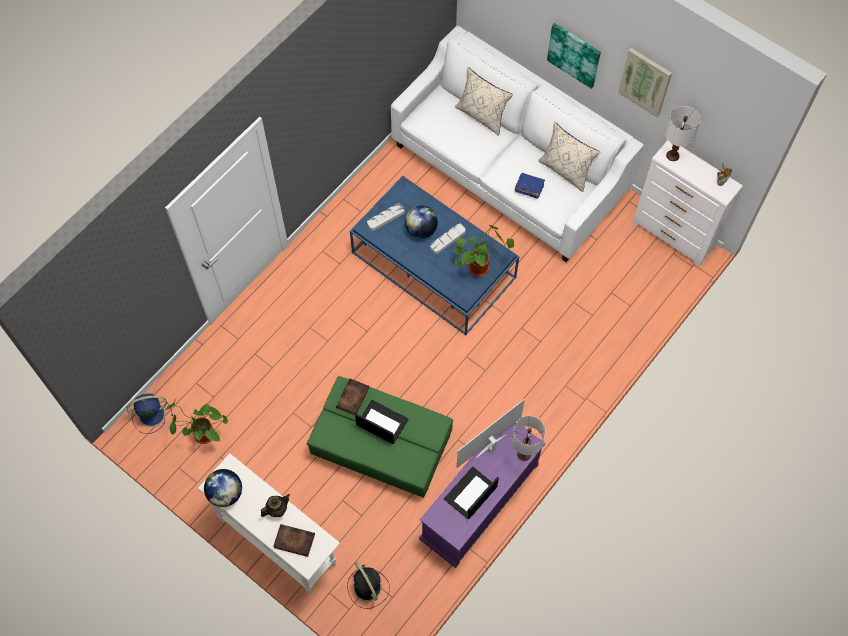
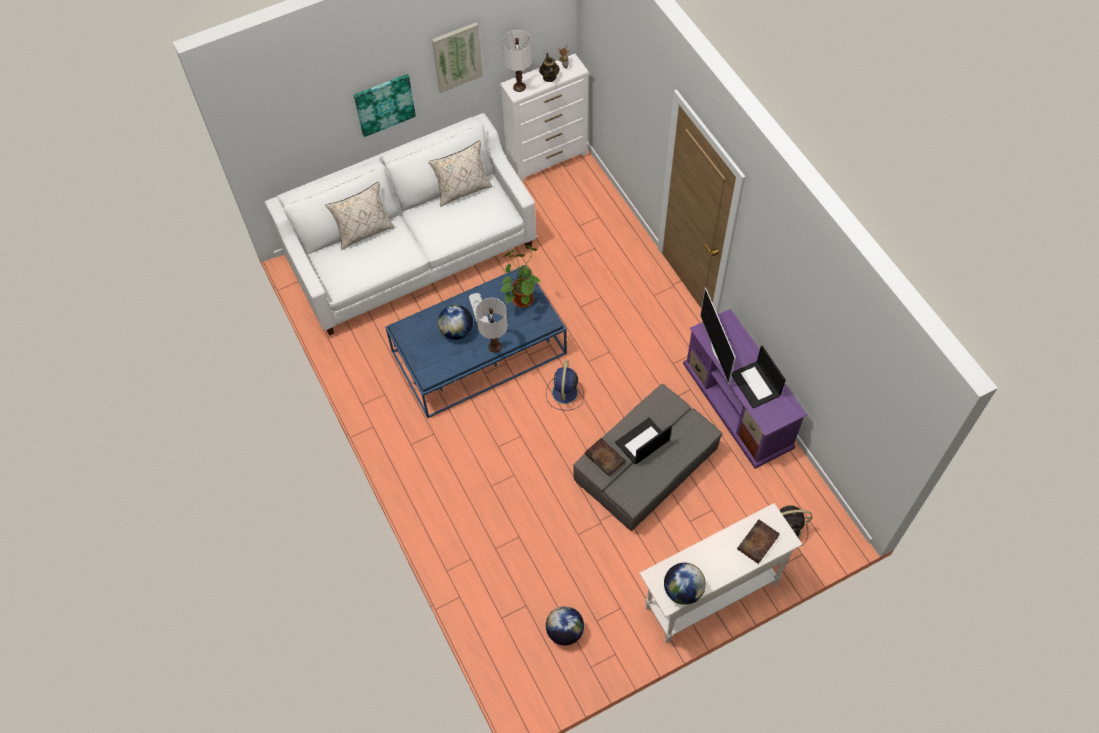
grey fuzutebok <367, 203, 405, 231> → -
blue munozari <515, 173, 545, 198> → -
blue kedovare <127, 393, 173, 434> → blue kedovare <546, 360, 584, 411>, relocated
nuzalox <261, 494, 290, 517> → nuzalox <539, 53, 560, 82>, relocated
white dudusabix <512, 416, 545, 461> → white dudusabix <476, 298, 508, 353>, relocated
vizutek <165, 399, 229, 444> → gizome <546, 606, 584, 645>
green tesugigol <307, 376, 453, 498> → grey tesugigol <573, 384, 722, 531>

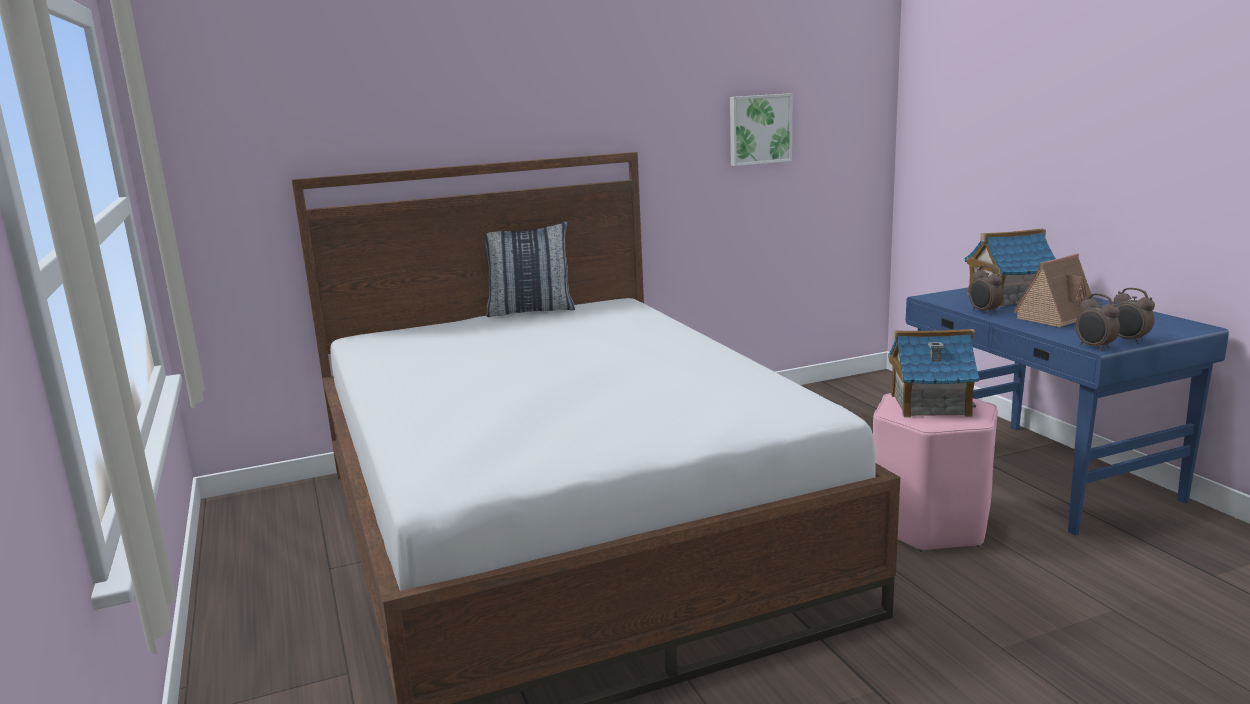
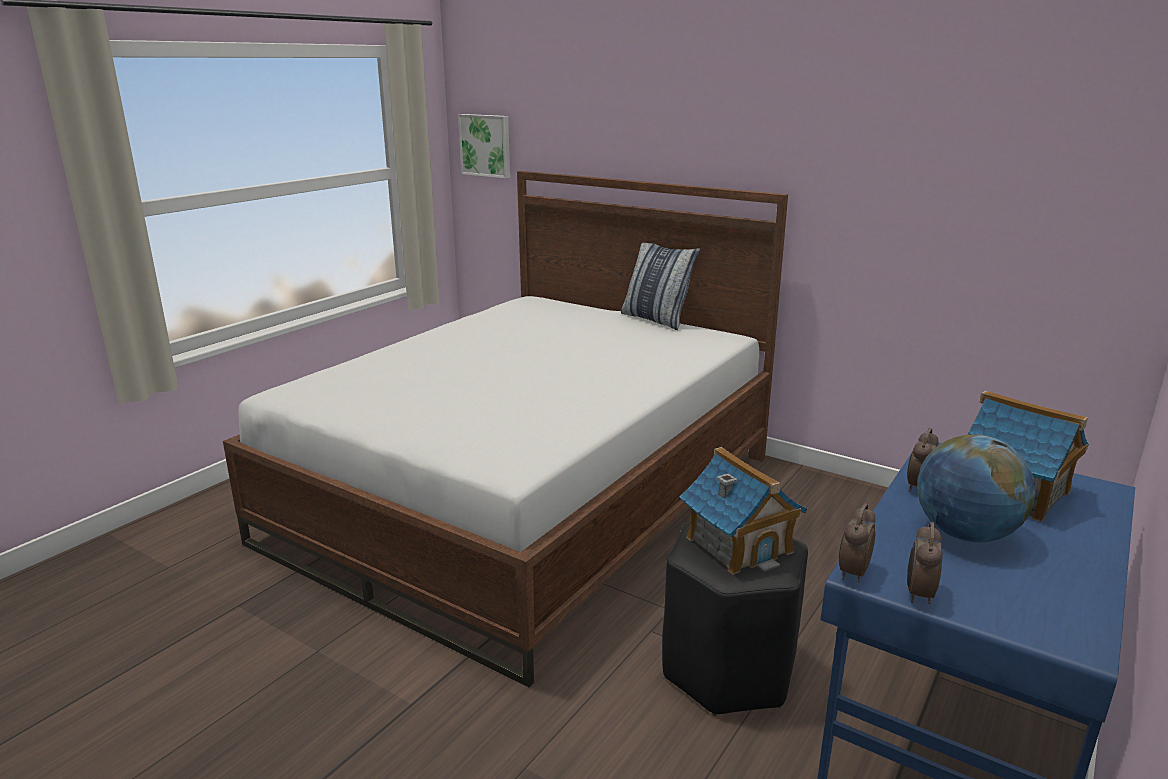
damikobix <730, 94, 792, 166> → damikobix <458, 114, 510, 178>, relocated
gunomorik <1013, 254, 1093, 328> → gizome <917, 435, 1035, 542>
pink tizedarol <873, 393, 998, 552> → black tizedarol <662, 522, 808, 716>

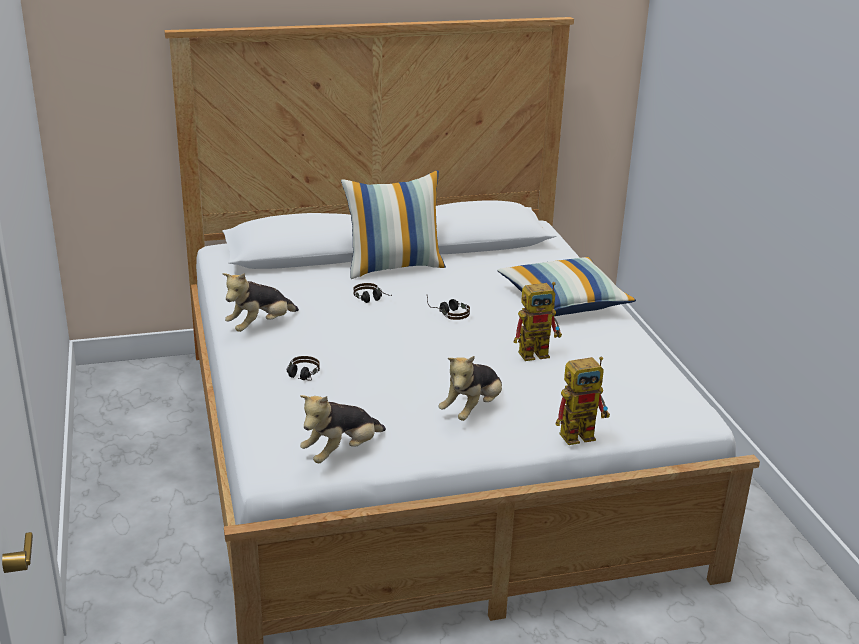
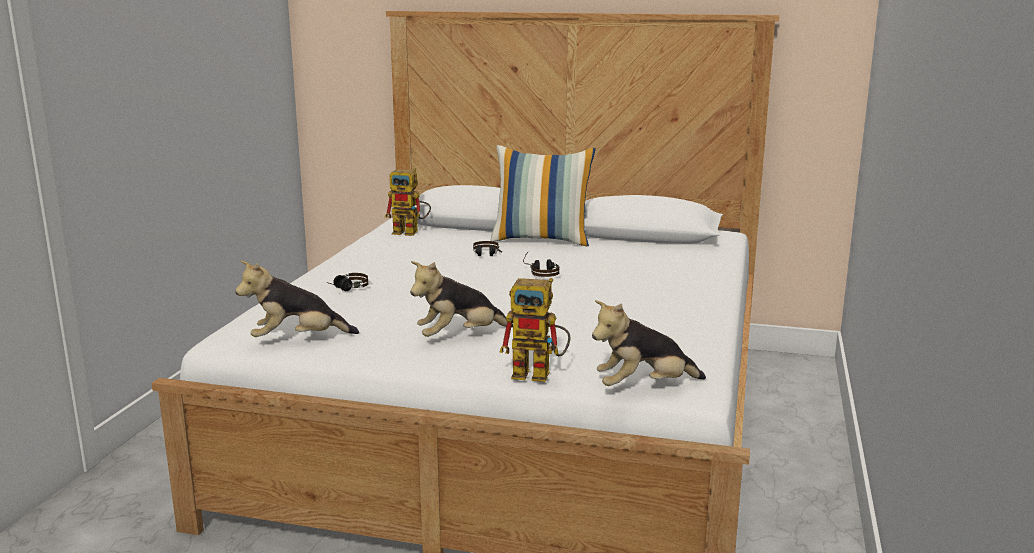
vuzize <497, 257, 636, 316> → -
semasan <222, 273, 299, 332> → semasan <592, 300, 706, 386>, relocated
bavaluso <514, 282, 562, 361> → bavaluso <385, 168, 431, 236>, relocated

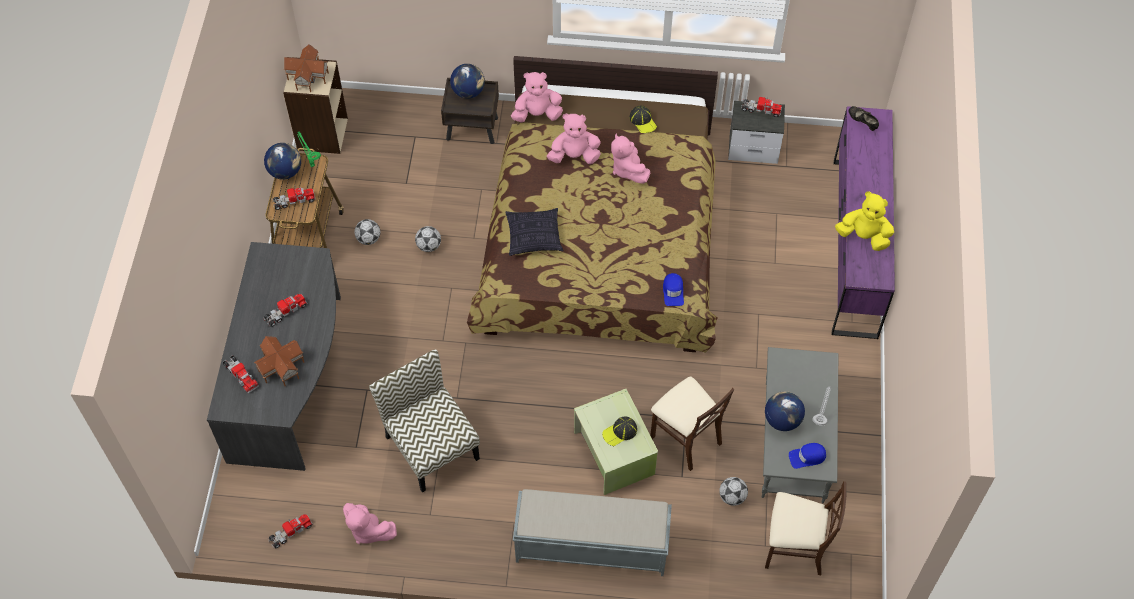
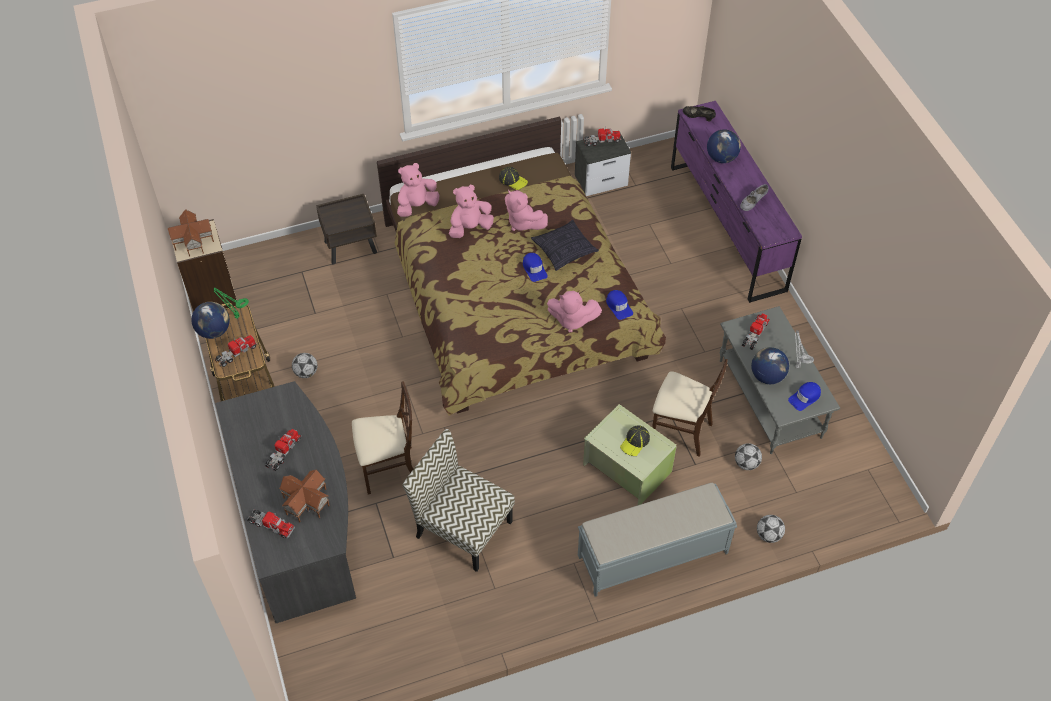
- → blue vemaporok <523, 253, 548, 282>
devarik <267, 514, 313, 550> → devarik <742, 313, 770, 350>, relocated
pink semasan <343, 503, 397, 544> → pink semasan <547, 291, 602, 332>, relocated
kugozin <415, 226, 441, 252> → kugozin <757, 515, 785, 543>, relocated
gizome <450, 64, 485, 99> → gizome <707, 129, 741, 163>, relocated
vuzize <505, 208, 563, 256> → vuzize <531, 220, 599, 271>, relocated
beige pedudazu <765, 481, 847, 575> → beige pedudazu <352, 381, 413, 494>, relocated
yellow semasan <835, 192, 894, 251> → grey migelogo <740, 184, 768, 211>

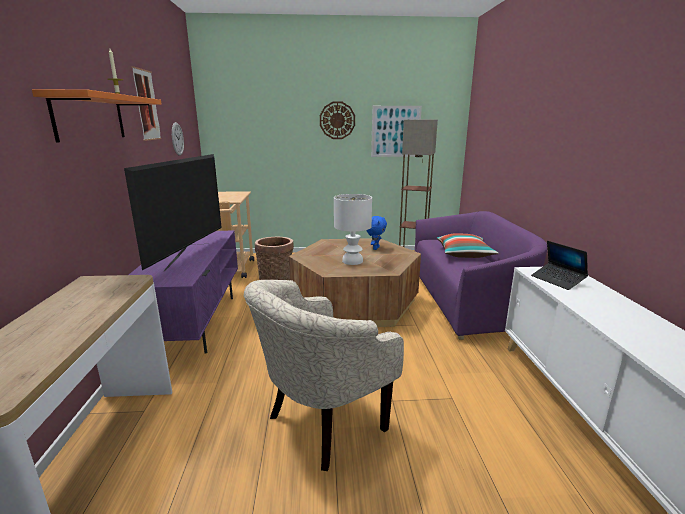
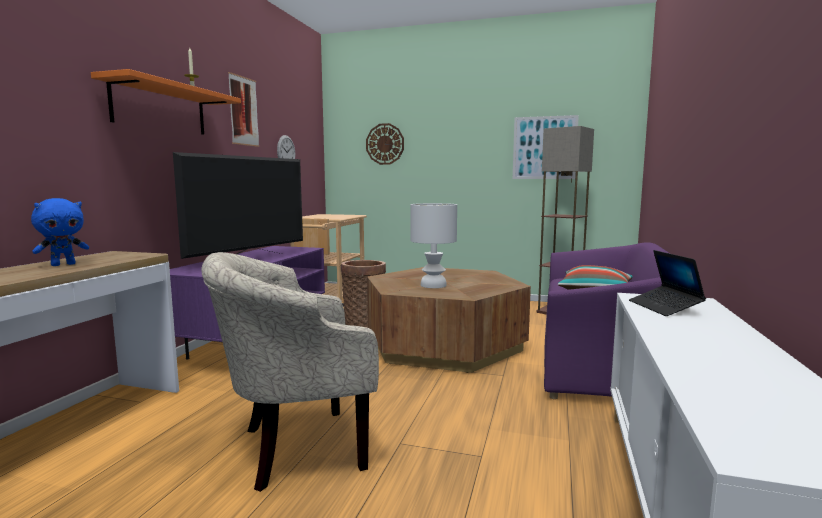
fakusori <320, 102, 355, 139> → fakusori <366, 123, 404, 165>, relocated
blue semasan <366, 216, 387, 250> → blue semasan <31, 198, 89, 266>, relocated

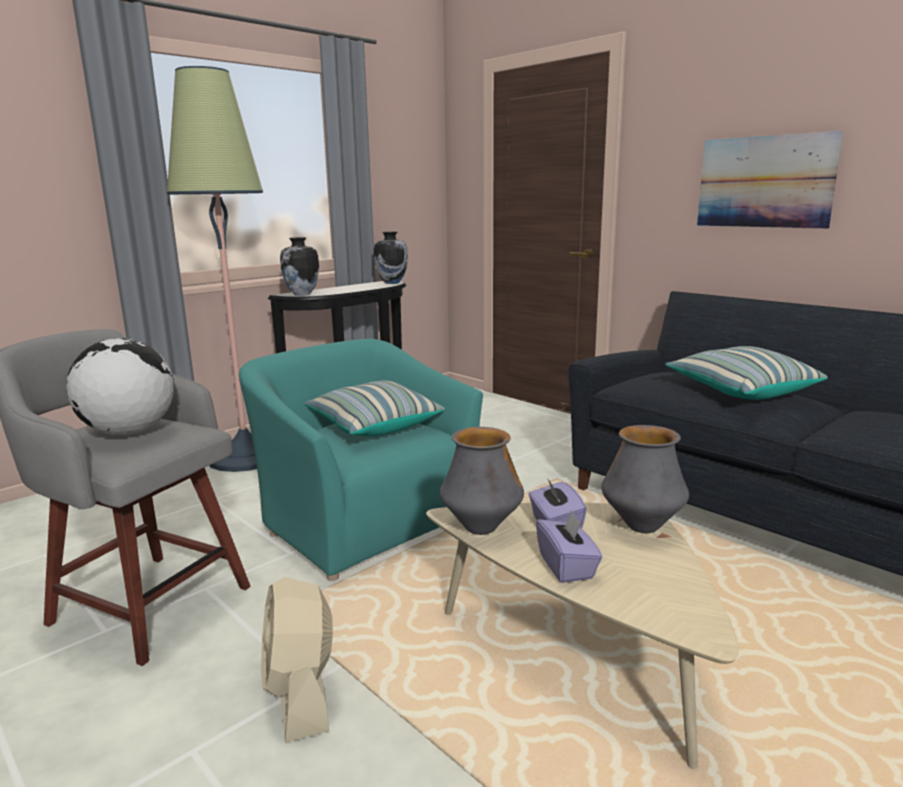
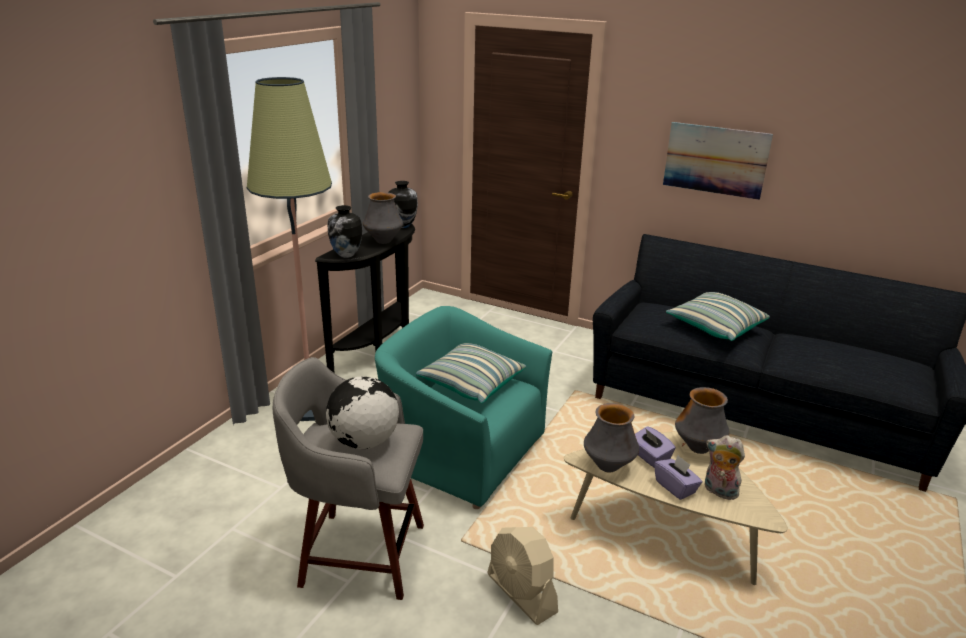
- → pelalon <363, 192, 403, 244>
- → semasan <705, 435, 745, 500>

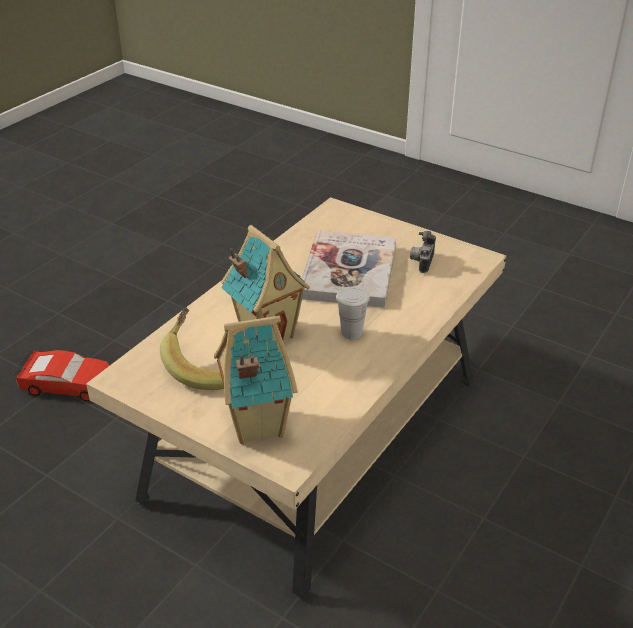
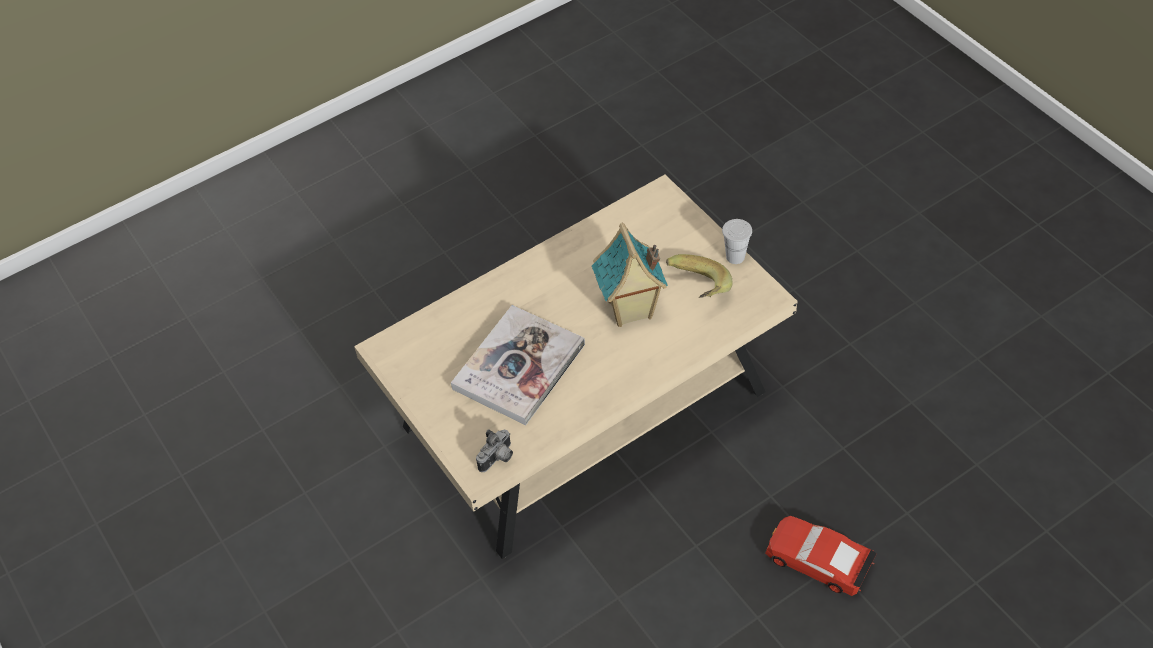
gunomorik <214, 316, 298, 444> → -
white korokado <336, 287, 370, 340> → white korokado <722, 219, 752, 264>, relocated
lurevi <410, 231, 436, 273> → lurevi <476, 429, 513, 472>, relocated

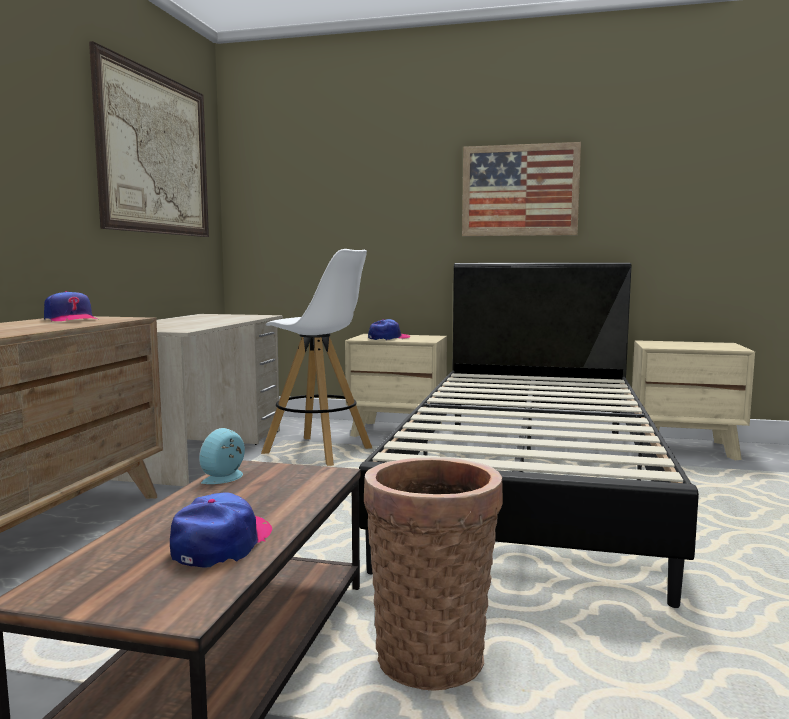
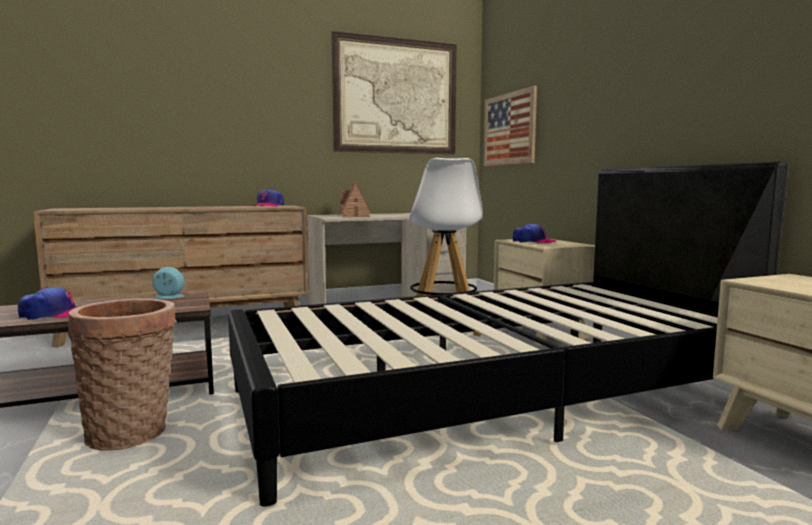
- → gunomorik <338, 181, 372, 217>
damikobix <462, 142, 581, 236> → damikobix <483, 86, 537, 166>, relocated

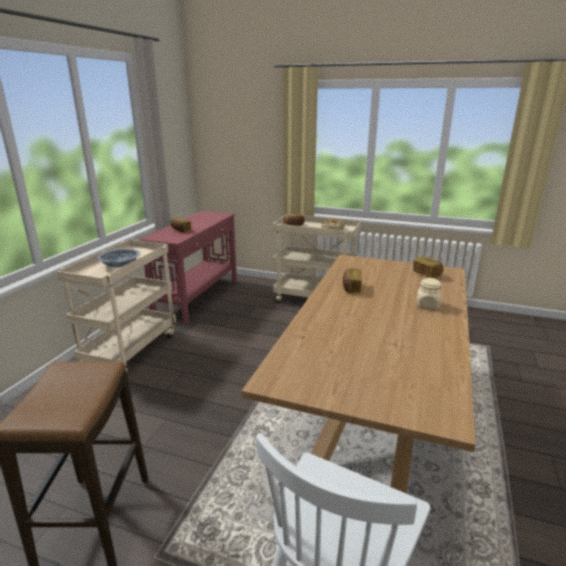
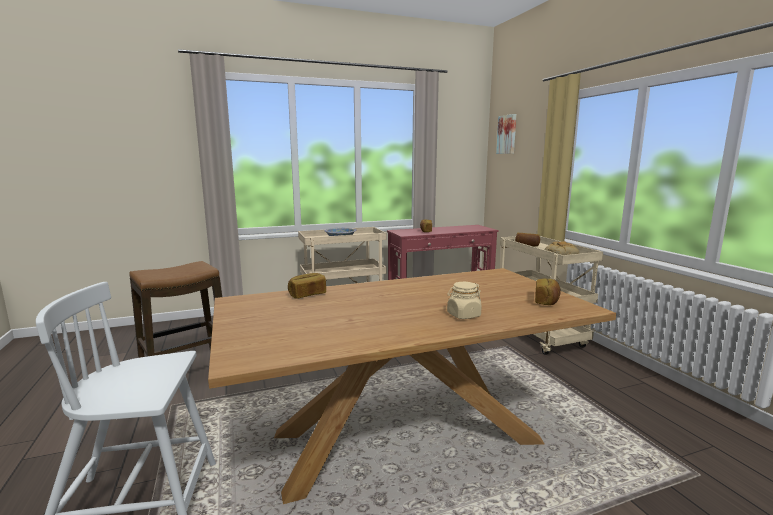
- → damikobix <496, 114, 517, 154>
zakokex <342, 268, 362, 293> → zakokex <288, 273, 326, 299>, relocated

